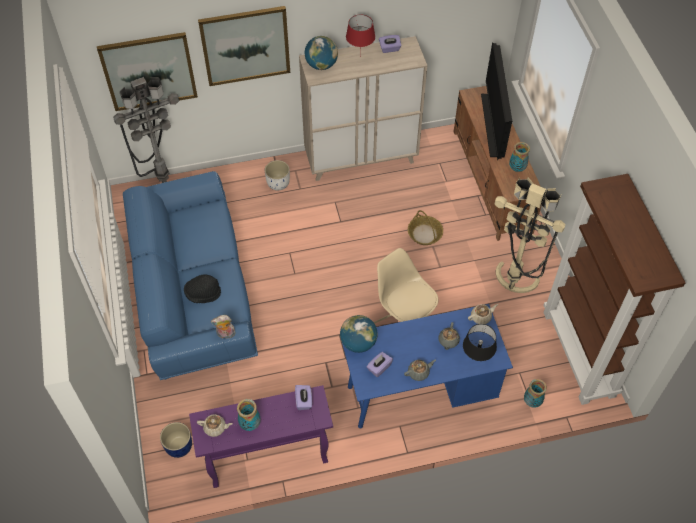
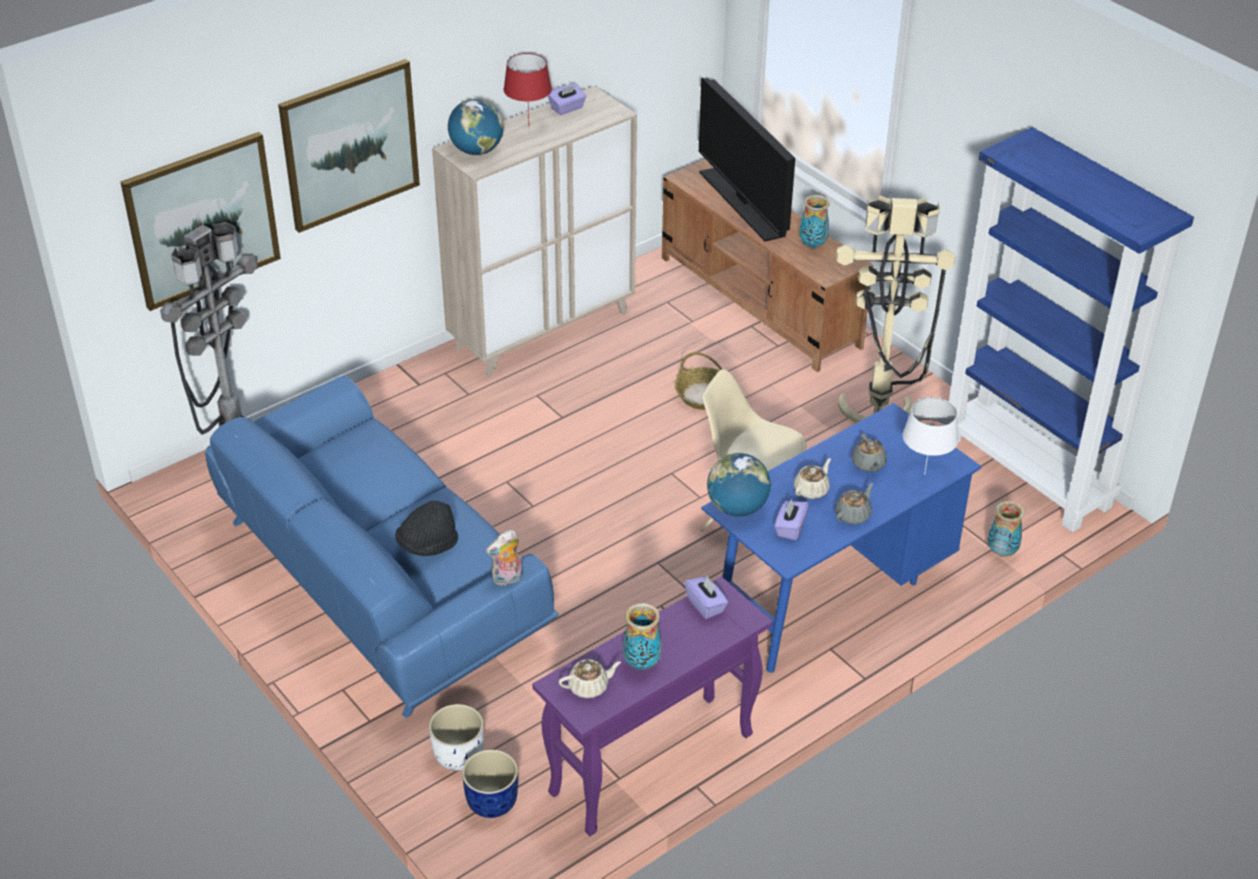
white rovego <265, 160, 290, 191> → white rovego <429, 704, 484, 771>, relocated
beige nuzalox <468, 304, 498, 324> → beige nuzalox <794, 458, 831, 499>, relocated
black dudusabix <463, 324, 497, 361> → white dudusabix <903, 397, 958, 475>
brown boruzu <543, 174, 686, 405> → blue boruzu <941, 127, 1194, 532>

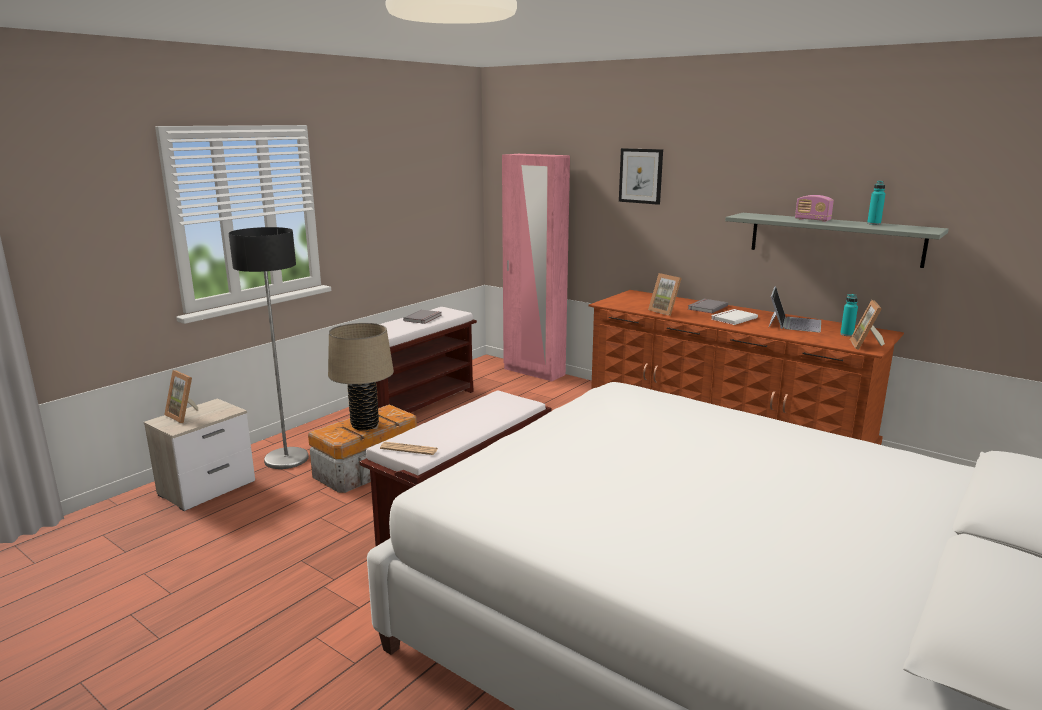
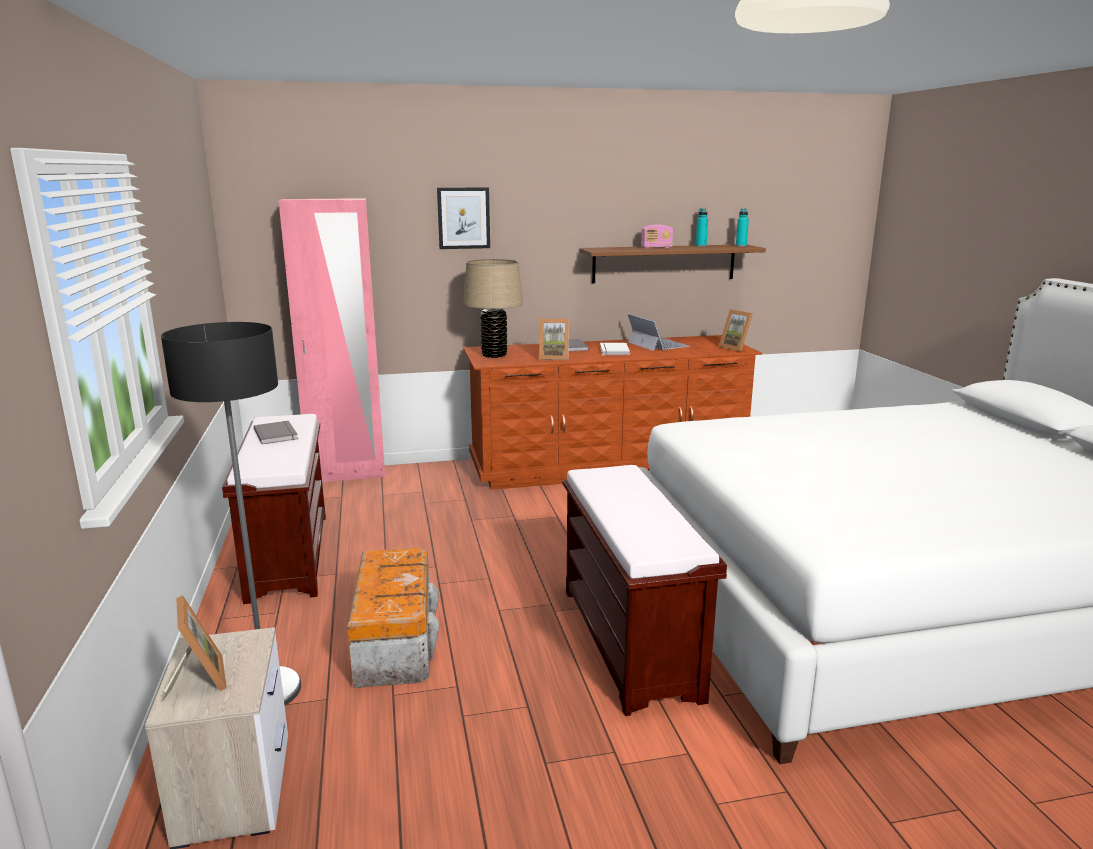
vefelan <380, 442, 438, 455> → -
beige dudusabix <328, 323, 394, 430> → beige dudusabix <463, 259, 523, 358>, relocated
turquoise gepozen <840, 294, 858, 336> → turquoise gepozen <736, 208, 749, 247>, relocated
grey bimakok <725, 213, 949, 268> → brown bimakok <580, 245, 766, 283>
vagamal <164, 370, 198, 423> → vagamal <160, 595, 227, 702>, 105 degrees counterclockwise

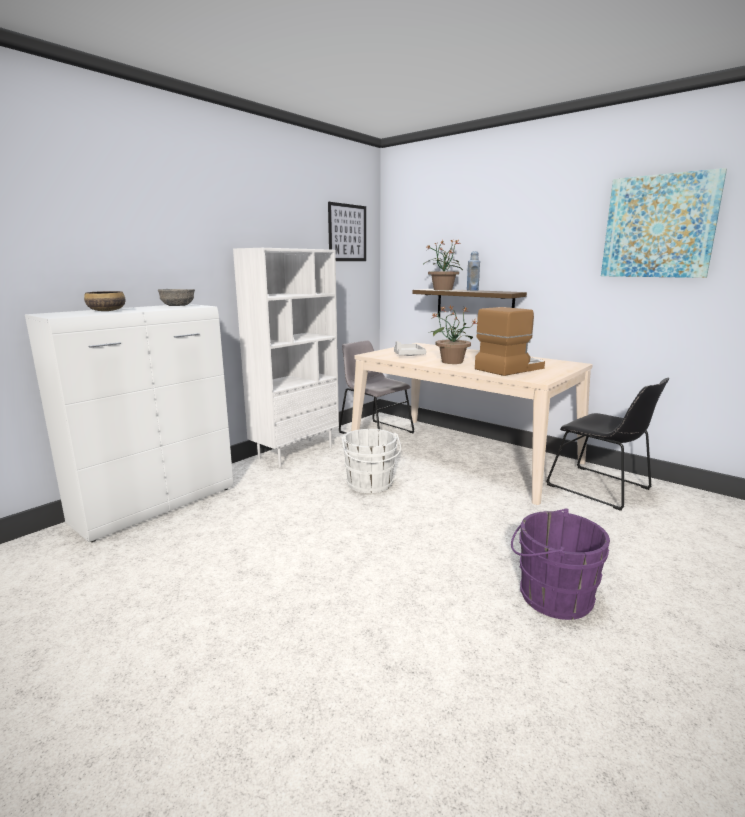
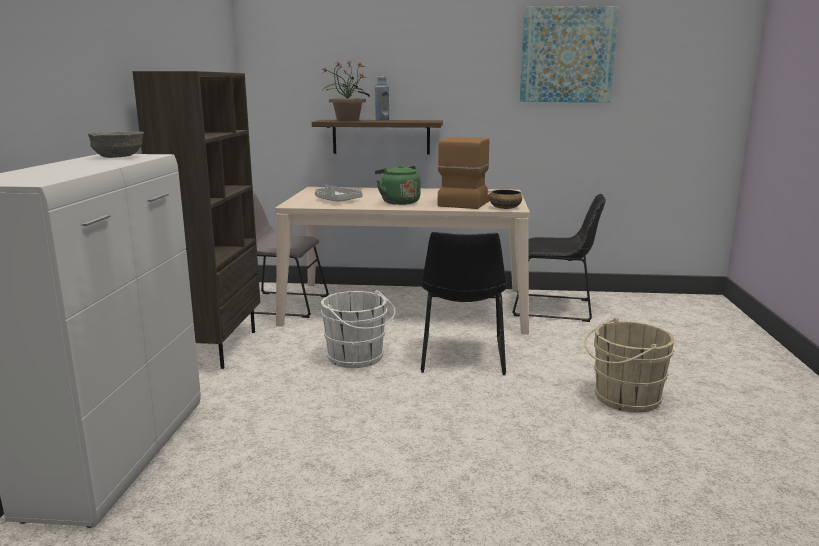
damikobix <328, 202, 366, 261> → -
- → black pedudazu <421, 232, 507, 375>
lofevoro <84, 291, 126, 311> → lofevoro <490, 190, 522, 209>, relocated
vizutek <428, 305, 477, 364> → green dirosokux <375, 164, 420, 205>
white boruzu <233, 248, 339, 468> → brown boruzu <132, 71, 260, 369>
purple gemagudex <511, 508, 610, 620> → beige gemagudex <584, 318, 674, 413>

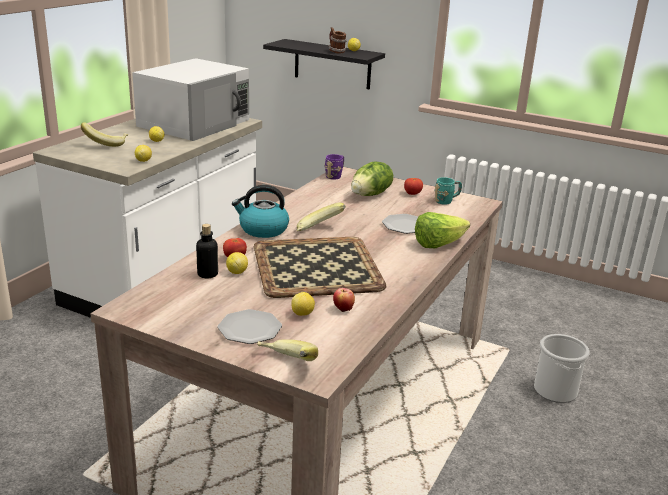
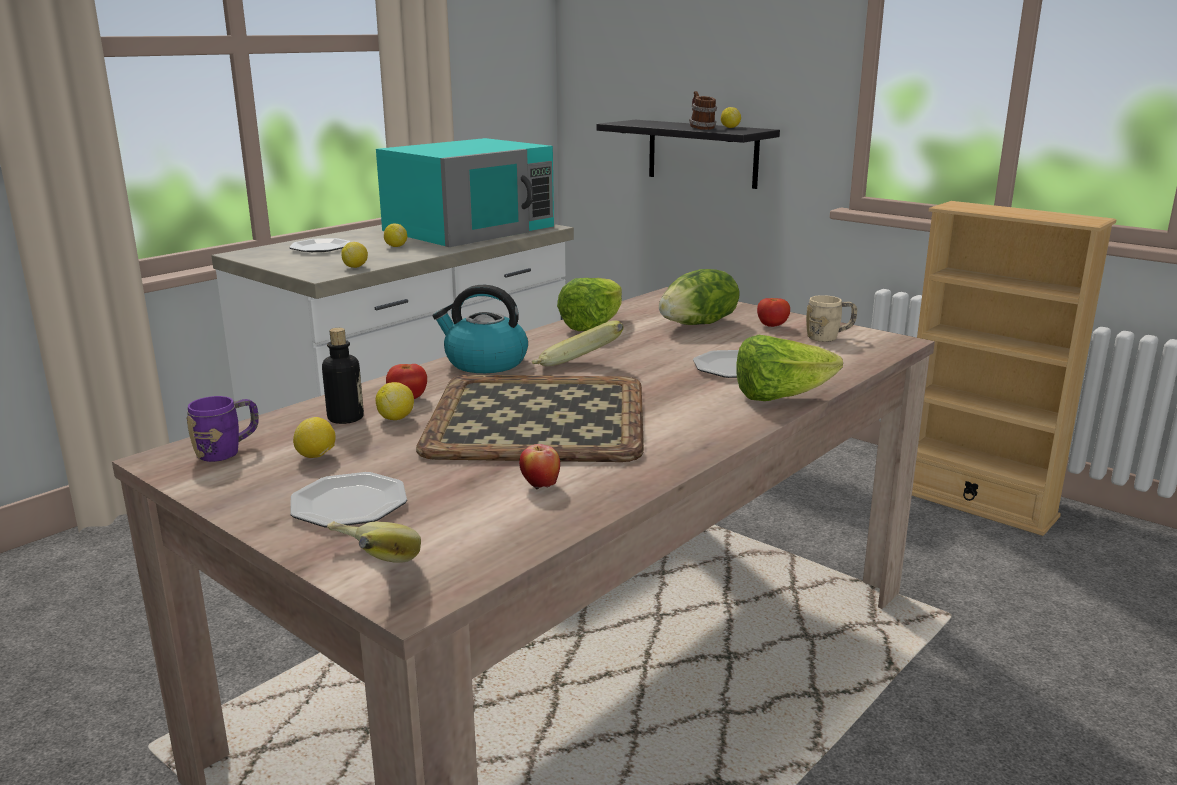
gemagudex <534, 334, 590, 403> → -
- → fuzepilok <557, 278, 622, 331>
- → beige boruzu <912, 201, 1116, 536>
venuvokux <291, 292, 315, 316> → venuvokux <293, 417, 336, 458>, relocated
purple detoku <325, 154, 344, 180> → purple detoku <186, 396, 259, 462>, relocated
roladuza <81, 122, 128, 147> → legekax <289, 238, 351, 252>
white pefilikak <132, 58, 249, 141> → turquoise pefilikak <376, 138, 554, 247>
turquoise detoku <435, 177, 462, 205> → beige detoku <806, 295, 857, 342>

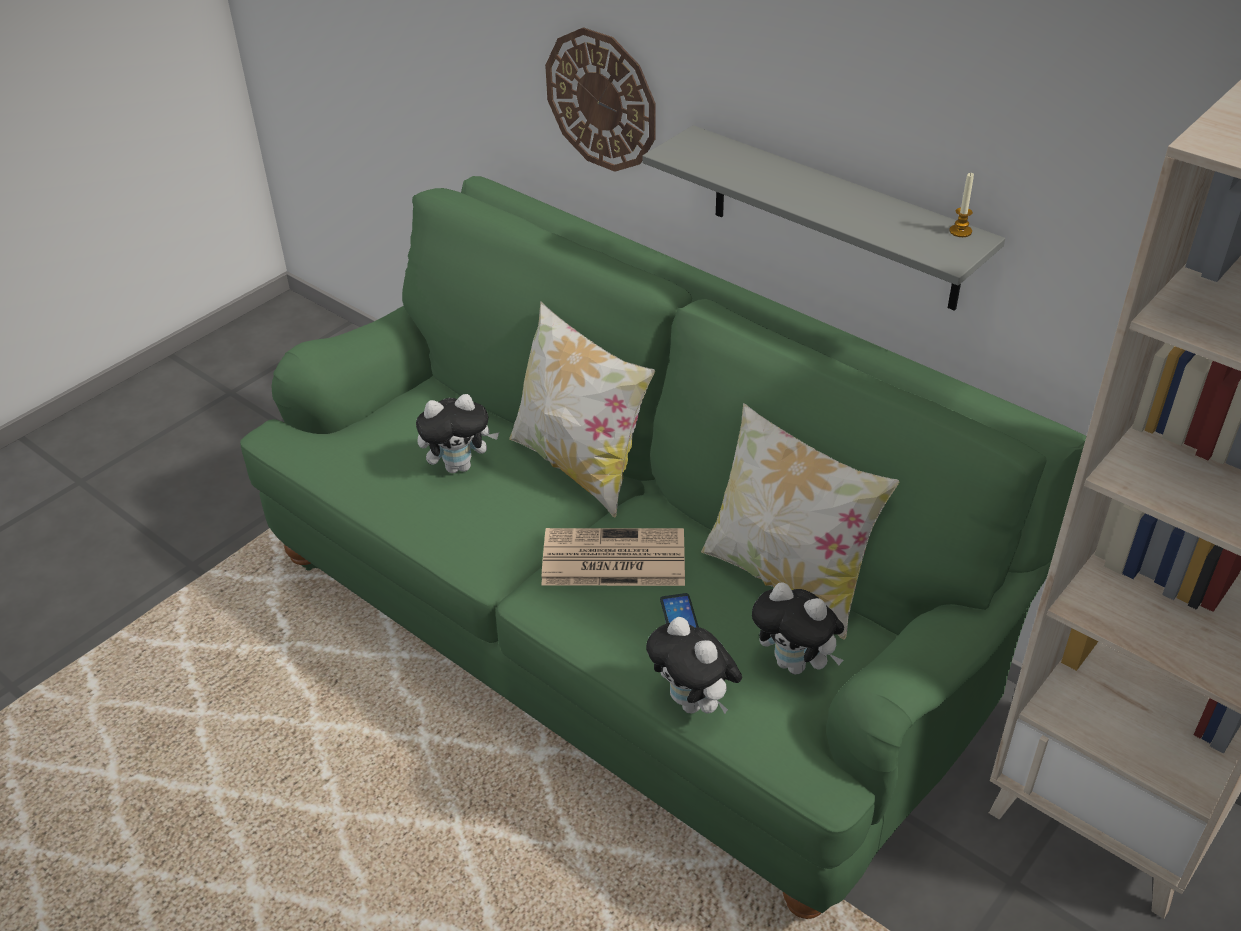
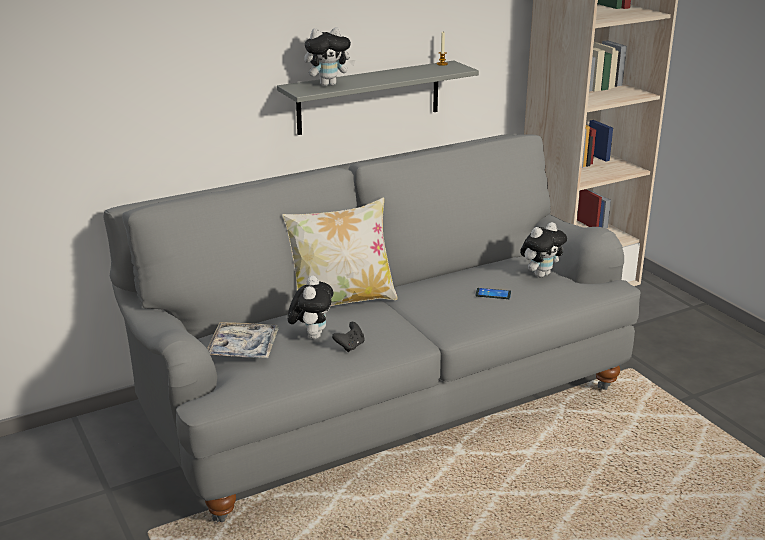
vefelan <542, 528, 685, 586> → -
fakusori <545, 27, 655, 172> → -
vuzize <701, 403, 899, 640> → -
- → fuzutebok <207, 322, 279, 358>
- → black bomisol <332, 322, 365, 352>
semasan <646, 617, 742, 714> → semasan <304, 27, 355, 86>, relocated
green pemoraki <240, 176, 1086, 919> → grey pemoraki <103, 134, 641, 522>

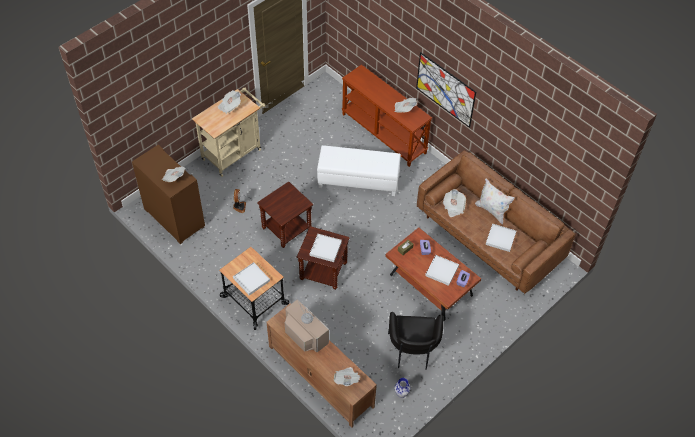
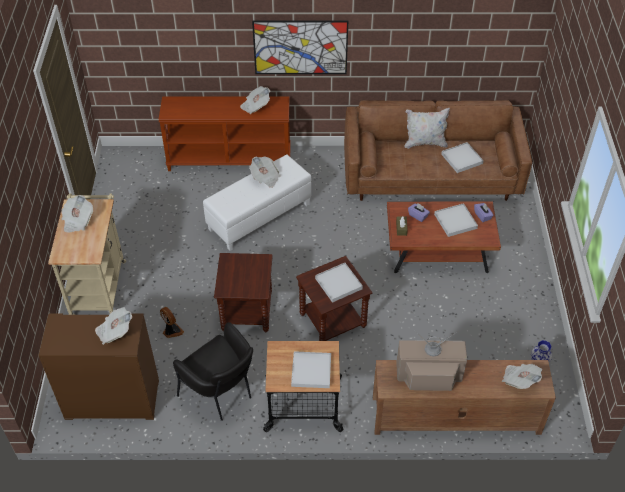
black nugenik <388, 312, 443, 370> → black nugenik <173, 322, 253, 421>, relocated
vefelan <443, 189, 466, 217> → vefelan <249, 157, 281, 188>, relocated

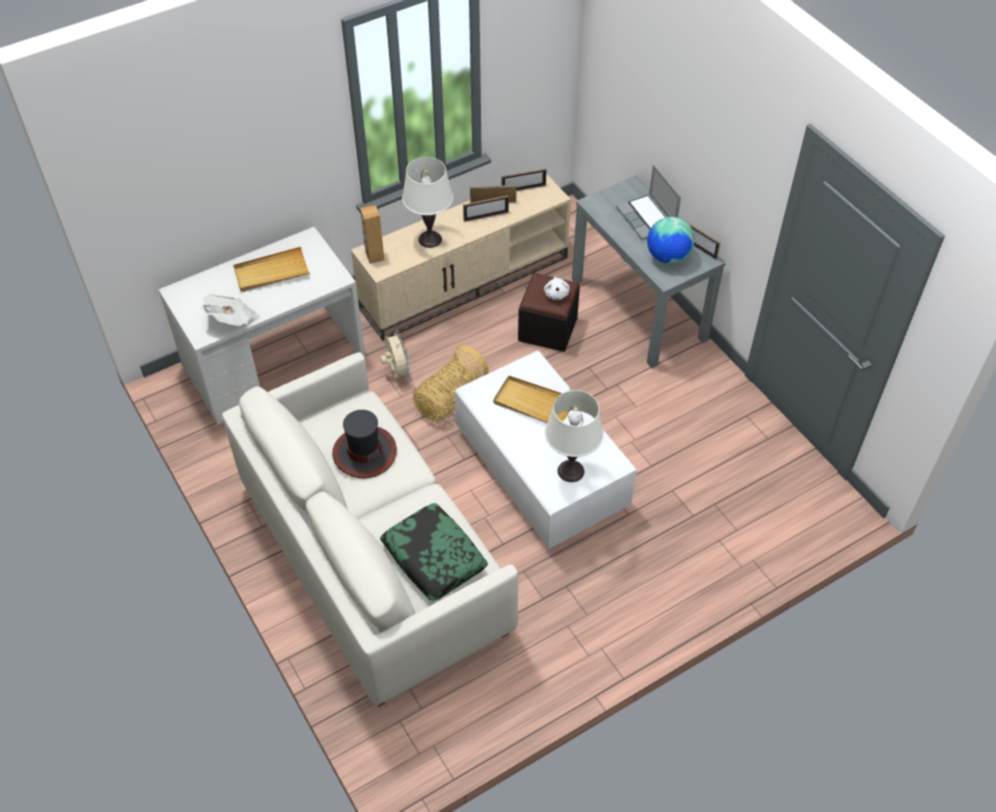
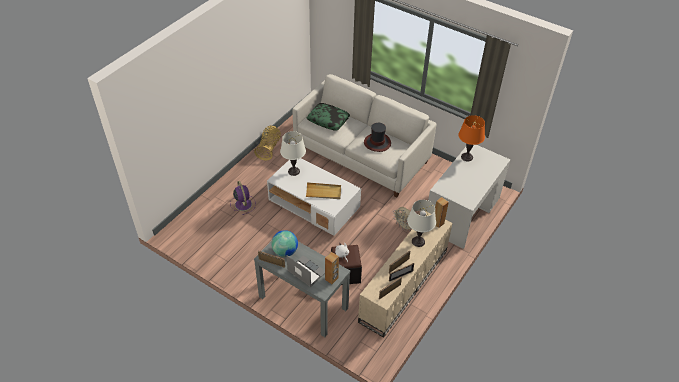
beige fuzutebok <233, 247, 310, 292> → -
- → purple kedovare <230, 181, 256, 215>
- → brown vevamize <325, 252, 339, 284>
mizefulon <413, 345, 489, 421> → mizefulon <254, 126, 281, 160>, relocated
vefelan <201, 294, 259, 326> → orange dudusabix <458, 115, 485, 161>

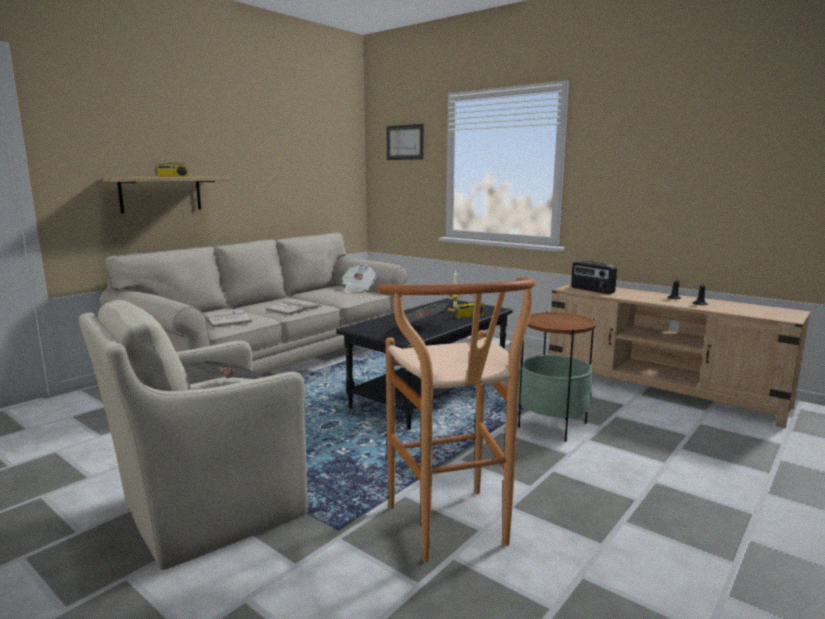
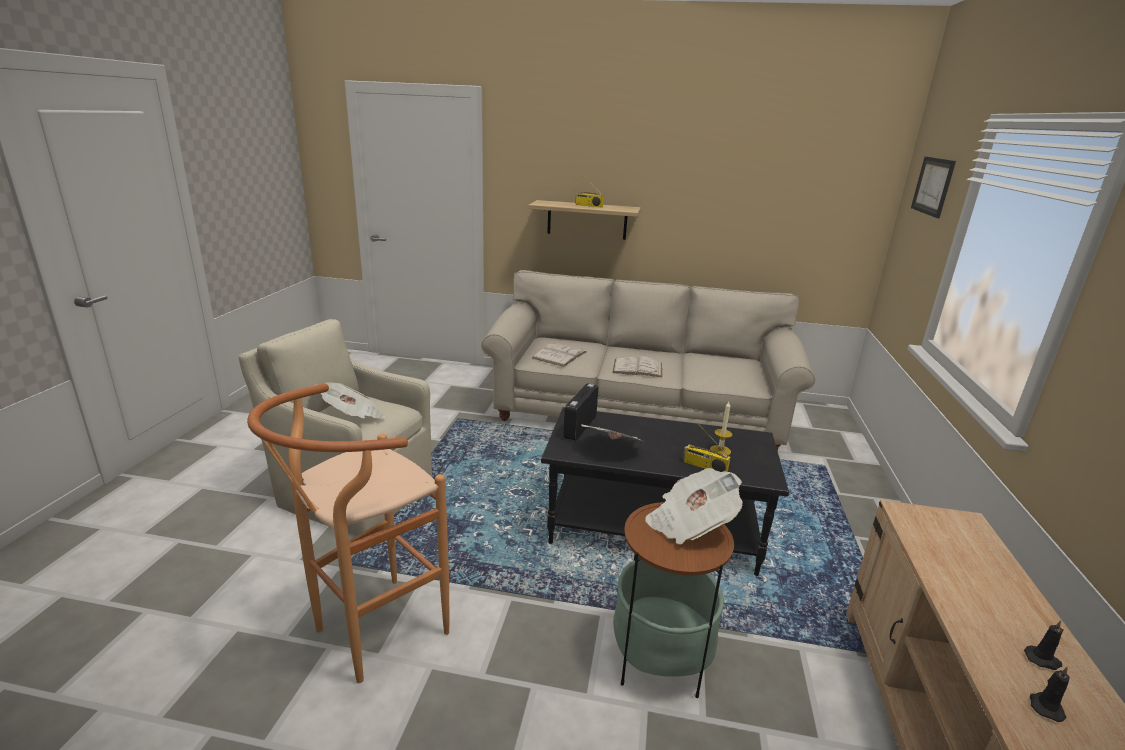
vefelan <342, 264, 378, 293> → vefelan <646, 468, 743, 544>, relocated
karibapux <571, 261, 617, 294> → karibapux <563, 383, 598, 441>, relocated

